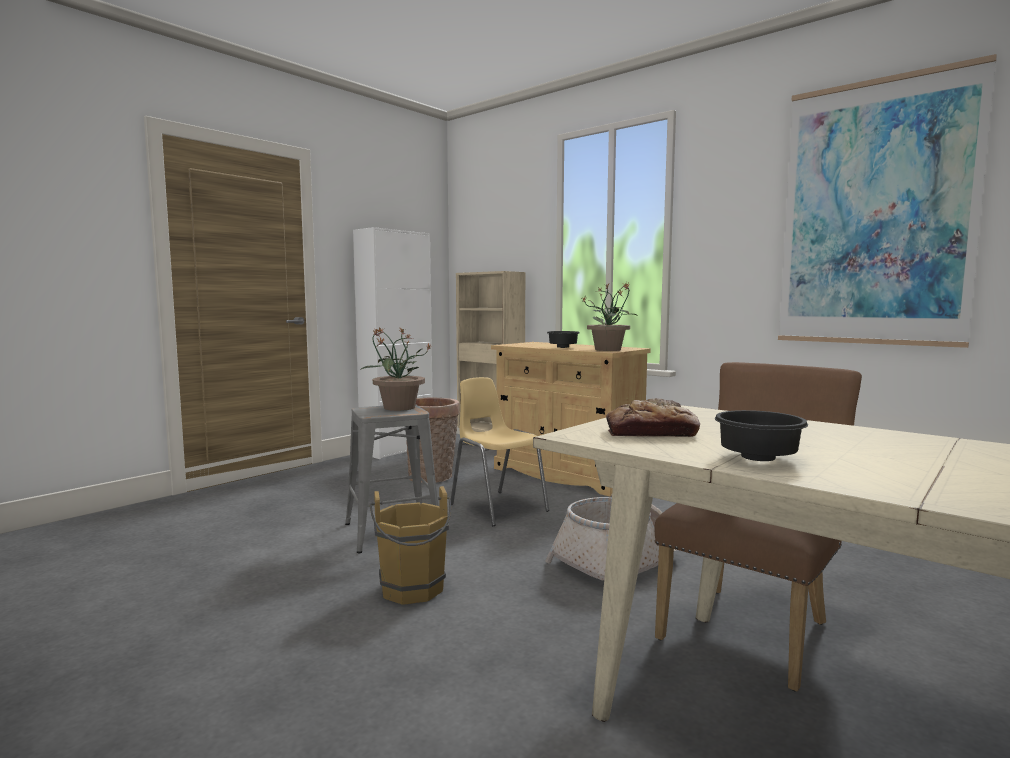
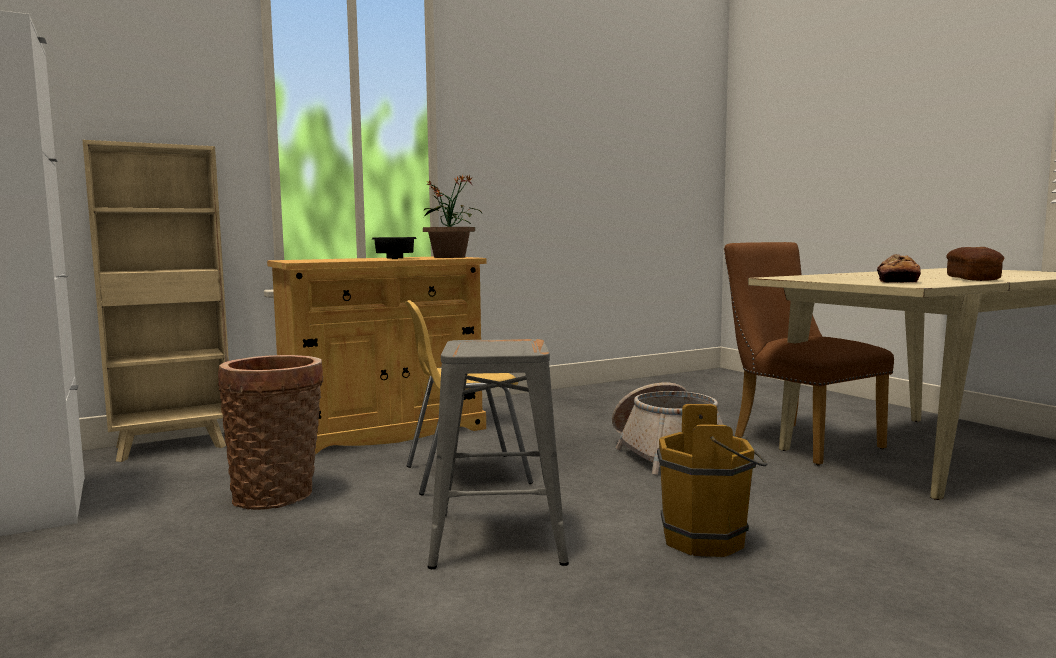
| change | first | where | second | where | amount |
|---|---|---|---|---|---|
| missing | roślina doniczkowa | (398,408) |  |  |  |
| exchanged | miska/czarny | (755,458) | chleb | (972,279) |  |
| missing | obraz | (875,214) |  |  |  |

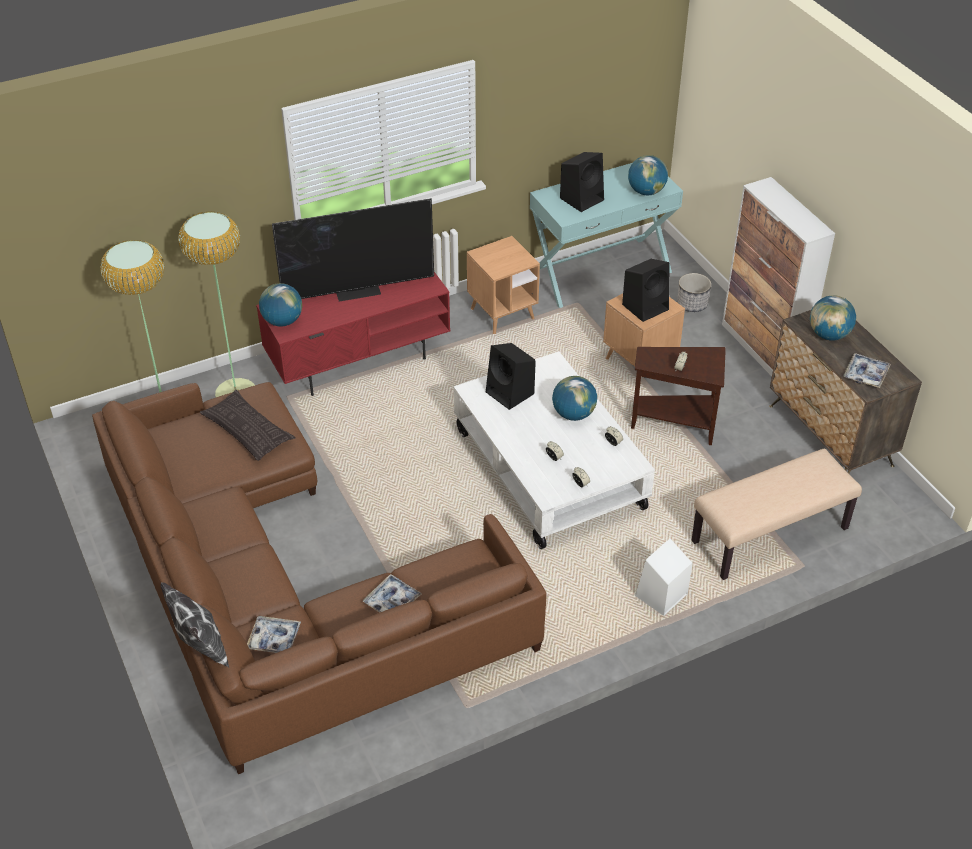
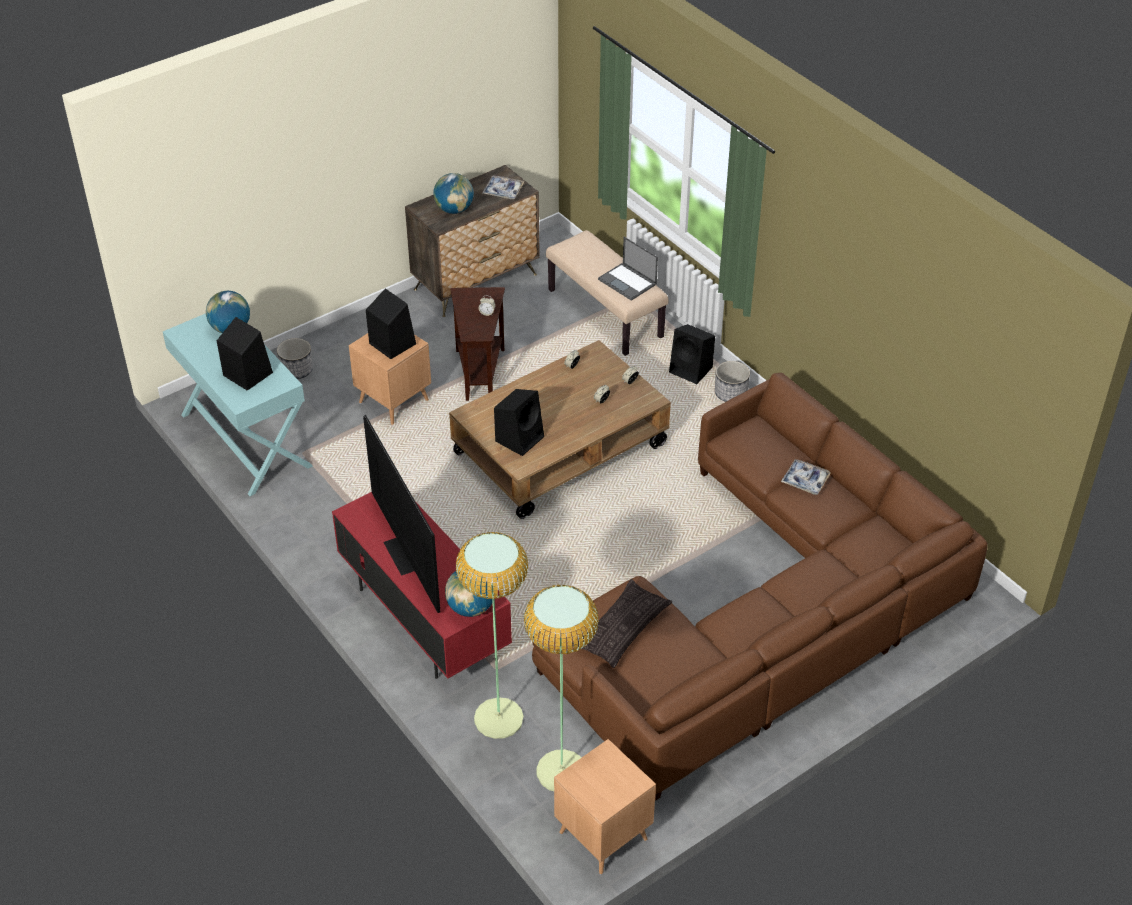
| change | first | where | second | where | amount |
|---|---|---|---|---|---|
| missing | poduszka | (201,649) |  |  |  |
| missing | taca | (274,639) |  |  |  |
| colour | ława/biały | (548,469) | ława/brązowy | (560,450) |  |
| relocated | stolik/brązowy | (502,314) |  | (603,836) |  |
| missing | globus | (573,414) |  |  |  |
| colour | głośnik/biały | (660,596) | głośnik/czarny | (692,370) |  |
| missing | szafka | (762,349) |  |  |  |
| appeared |  |  | laptop | (628,282) |  |
| appeared |  |  | donica | (731,394) |  |

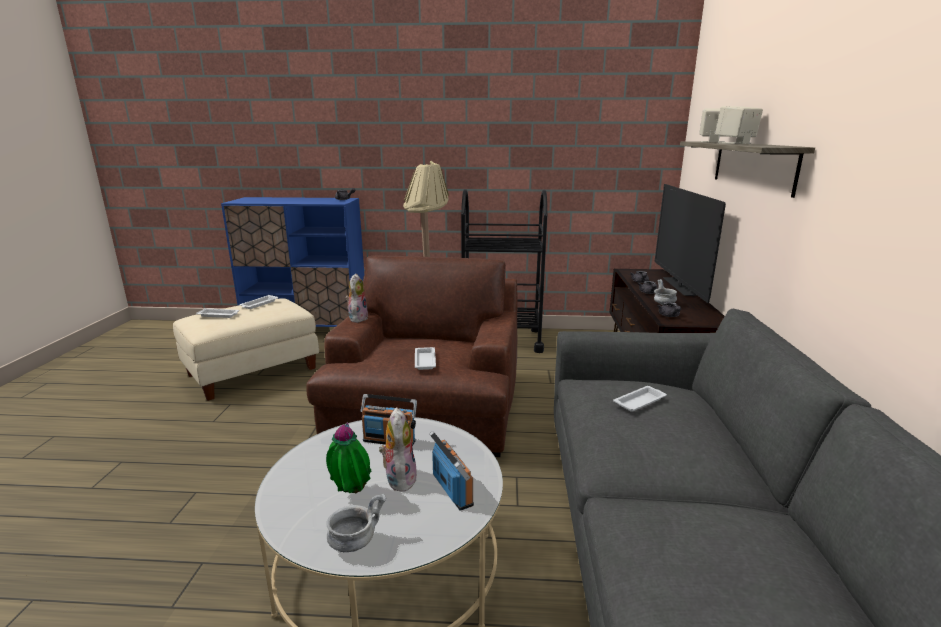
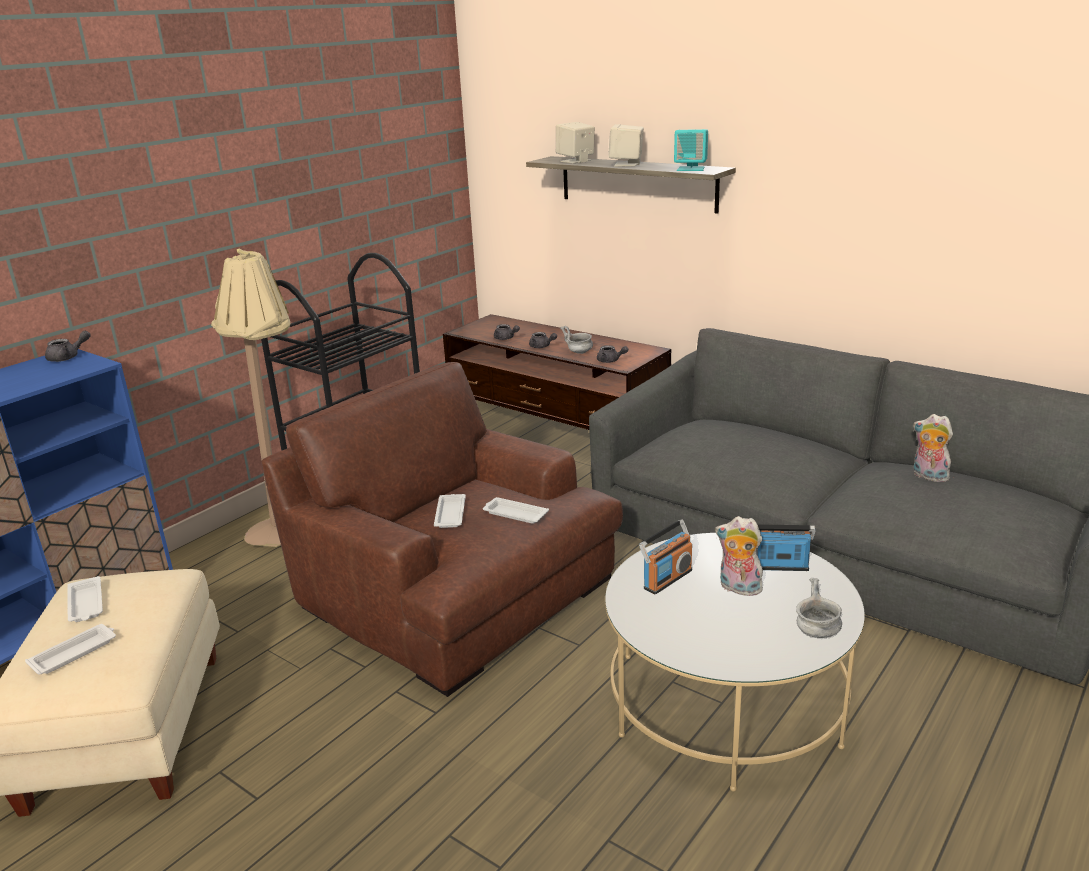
| change | first | where | second | where | amount |
|---|---|---|---|---|---|
| missing | roślina doniczkowa | (351,493) |  |  |  |
| relocated | pluszak | (357,318) |  | (928,476) |  |
| relocated | taca/biały | (640,401) |  | (450,514) |  |
| missing | telewizor | (678,286) |  |  |  |
| appeared |  |  | głośnik/turkusowy | (691,169) |  |

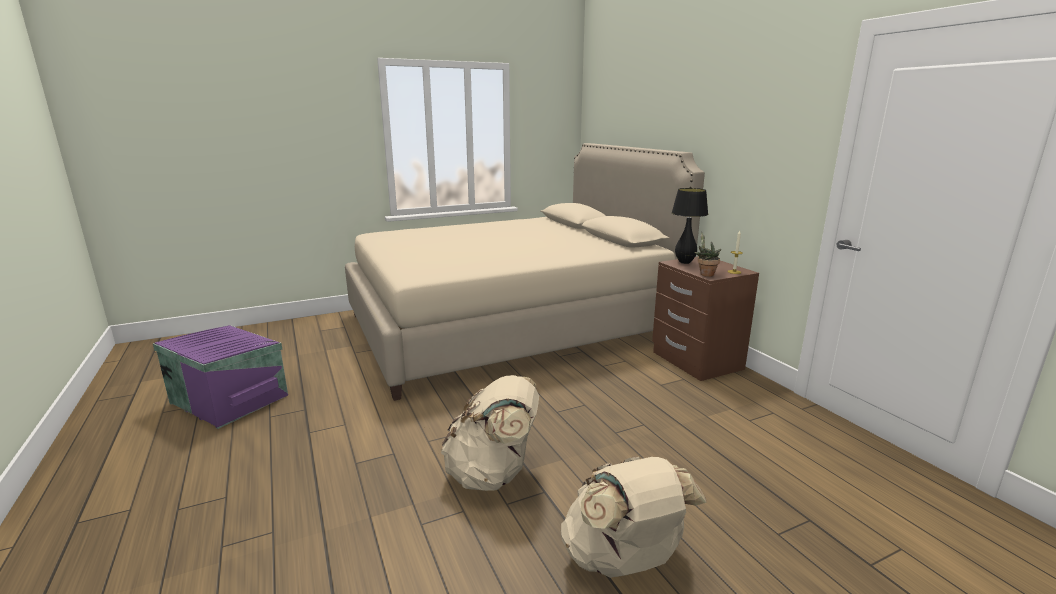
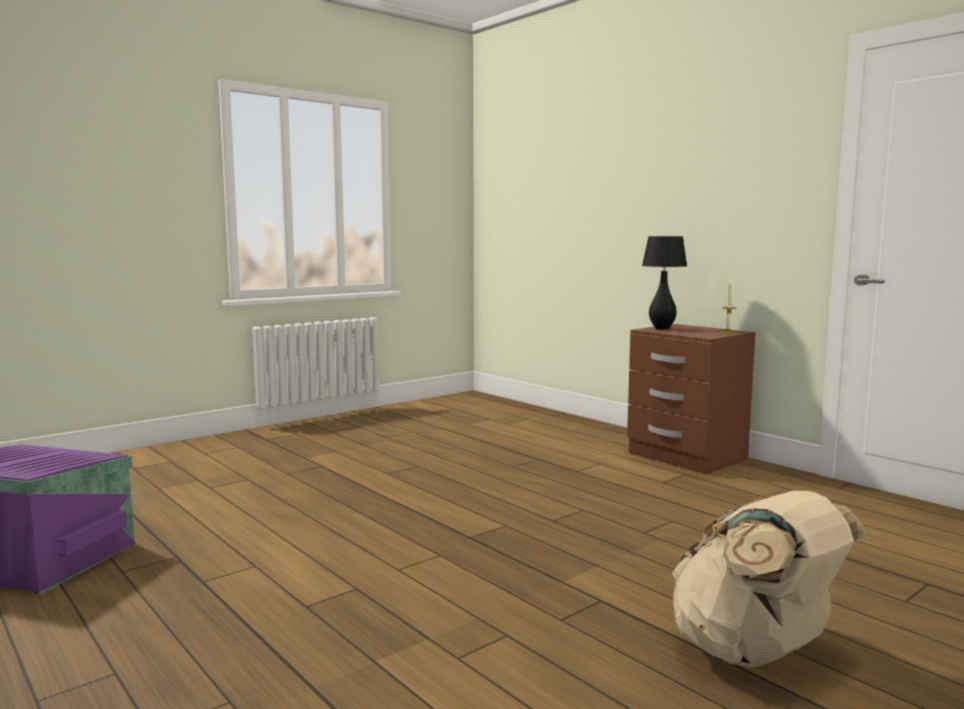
| change | first | where | second | where | amount |
|---|---|---|---|---|---|
| missing | łóżko/beżowy | (509,326) |  |  |  |
| missing | plecak/beżowy | (493,474) |  |  |  |
| missing | roślina doniczkowa | (705,274) |  |  |  |

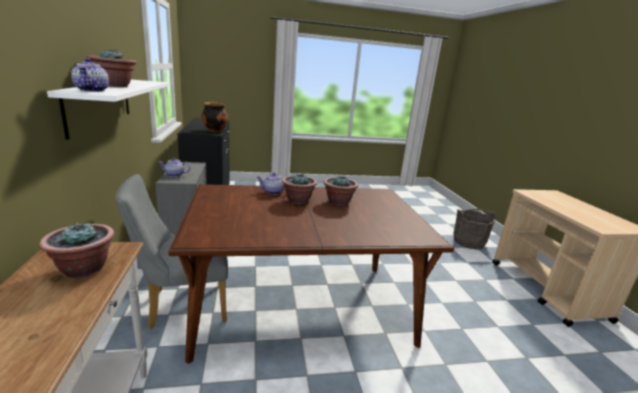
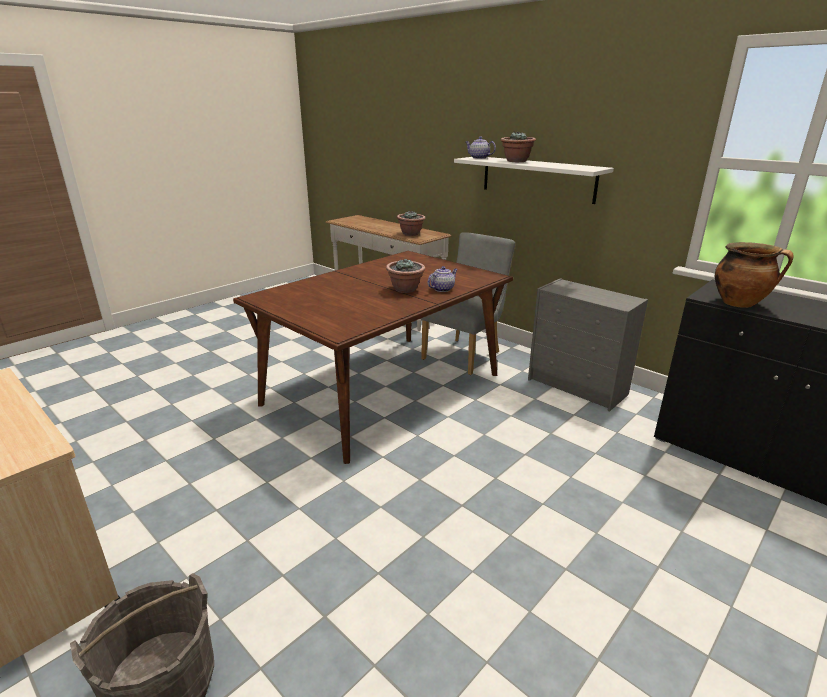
| change | first | where | second | where | amount |
|---|---|---|---|---|---|
| missing | imbryk | (174,175) |  |  |  |
| missing | roślina doniczkowa | (338,202) |  |  |  |

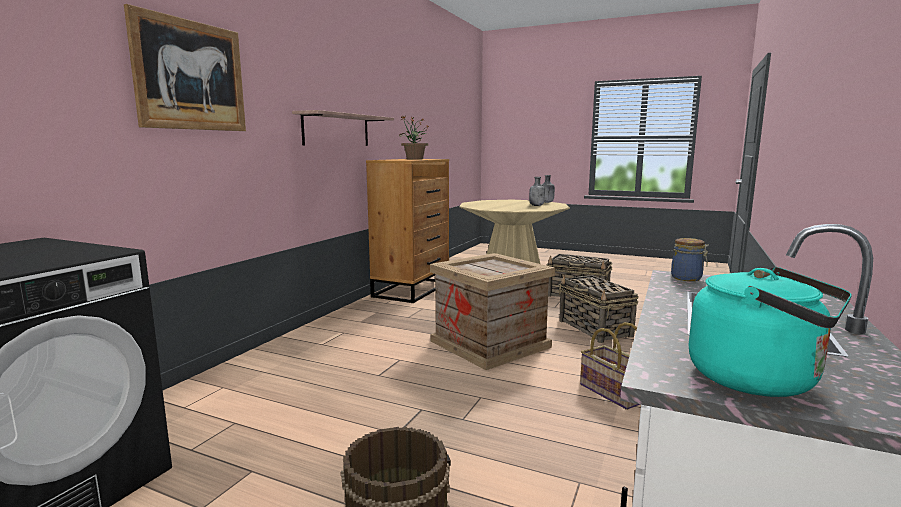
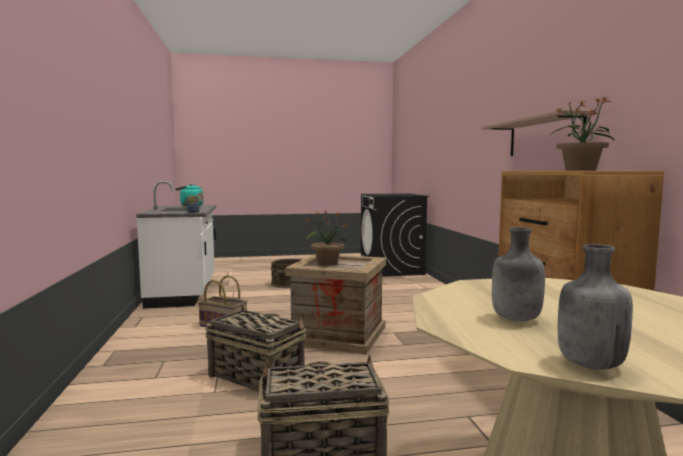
| change | first | where | second | where | amount |
|---|---|---|---|---|---|
| missing | obraz | (191,75) |  |  |  |
| appeared |  |  | roślina doniczkowa | (326,263) |  |

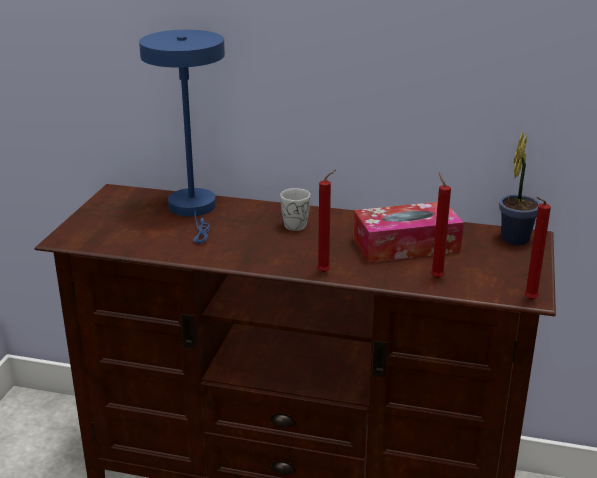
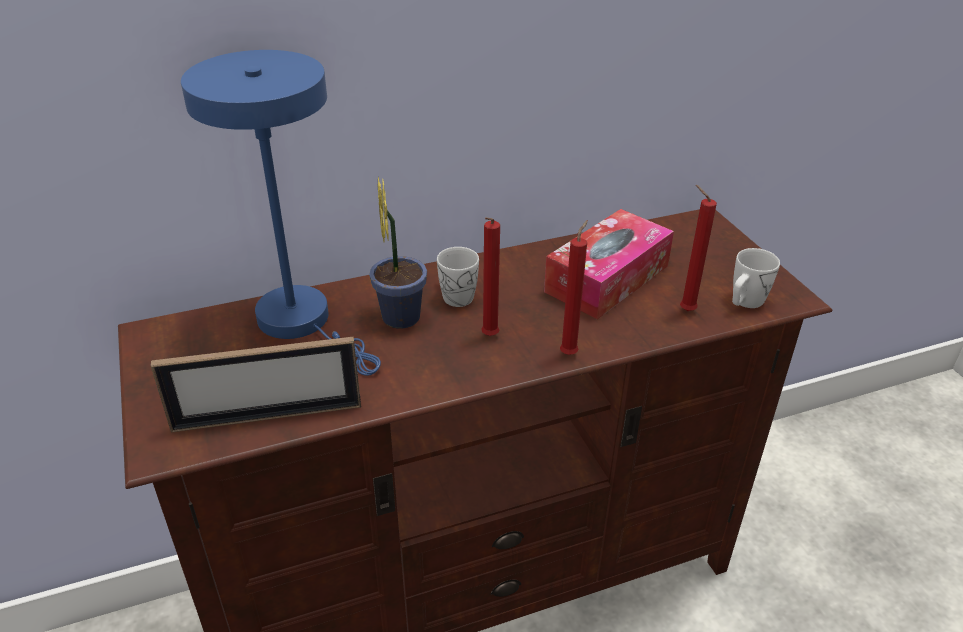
| change | first | where | second | where | amount |
|---|---|---|---|---|---|
| relocated | roślina doniczkowa | (516,237) |  | (400,314) |  |
| relocated | świeca/czerwony | (528,300) |  | (488,337) |  |
| appeared |  |  | ramka na zdjęcie | (267,417) |  |
| appeared |  |  | kubek/biały | (744,302) |  |

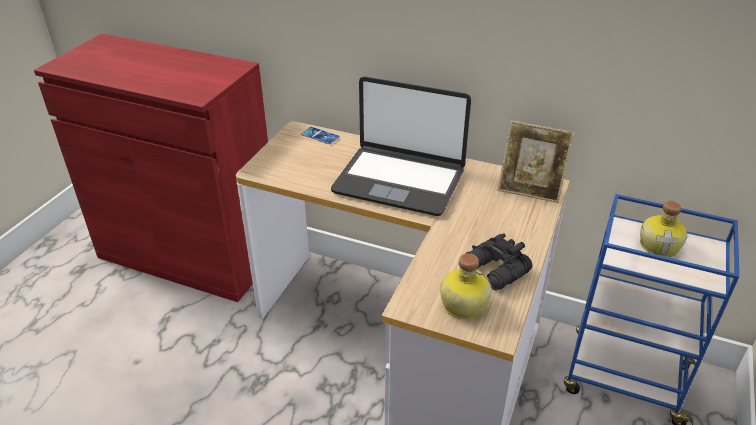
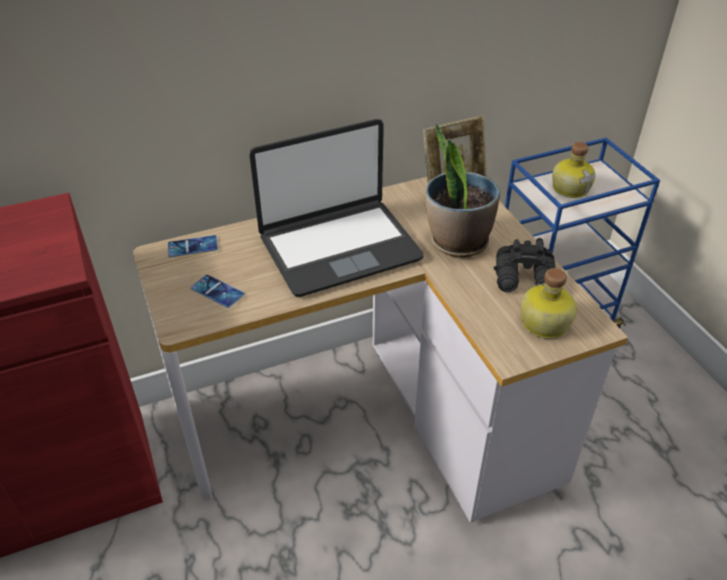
| change | first | where | second | where | amount |
|---|---|---|---|---|---|
| appeared |  |  | telefon | (217,291) |  |
| appeared |  |  | roślina doniczkowa | (457,242) |  |

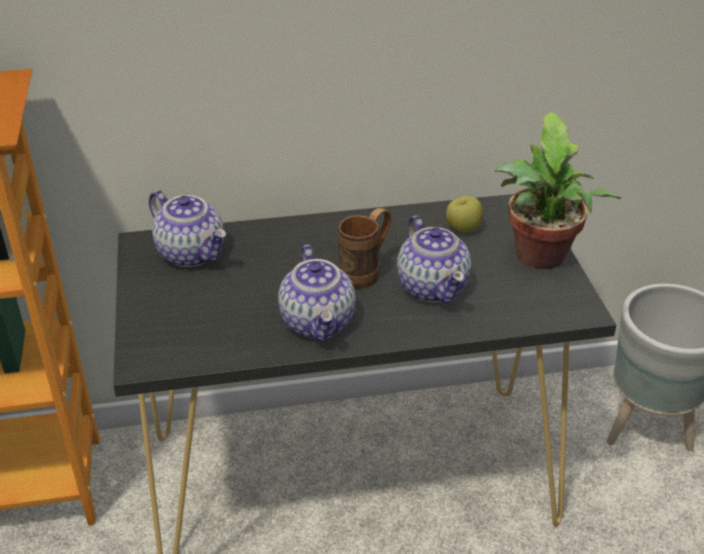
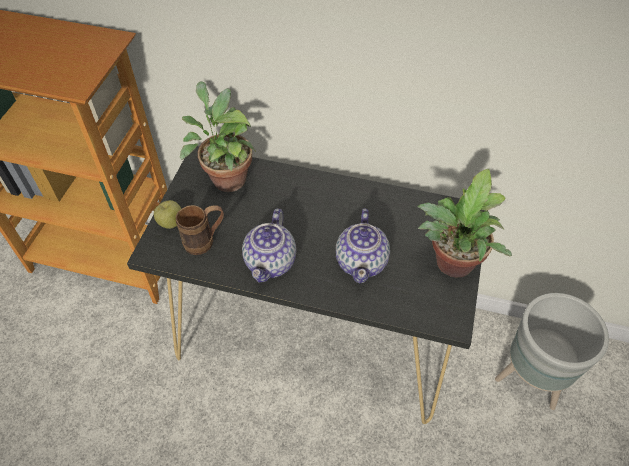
| change | first | where | second | where | amount |
|---|---|---|---|---|---|
| exchanged | imbryk | (192,253) | roślina doniczkowa | (226,177) |  |
| relocated | kubek/brązowy | (366,272) |  | (205,241) |  |
| relocated | jabłko | (463,229) |  | (171,223) |  |

